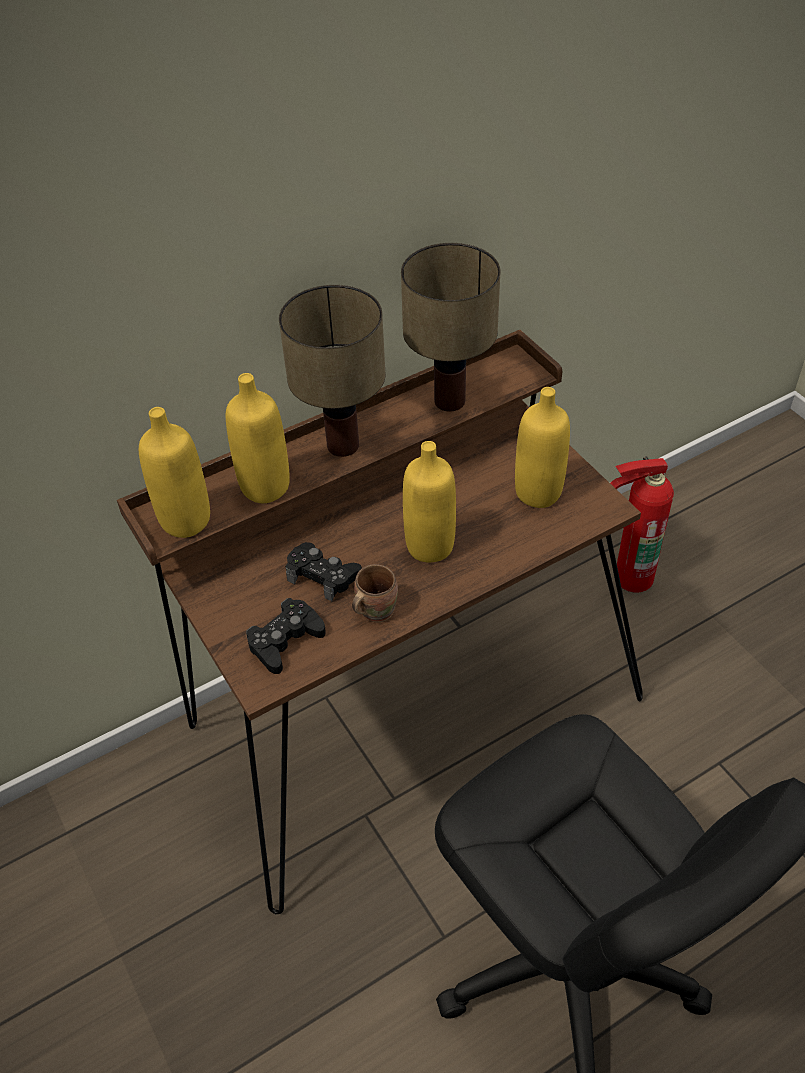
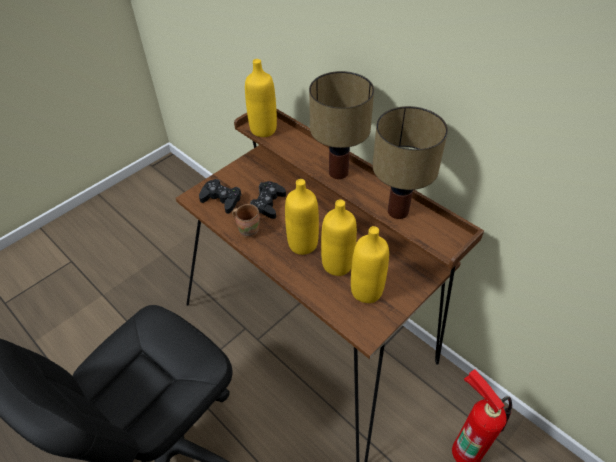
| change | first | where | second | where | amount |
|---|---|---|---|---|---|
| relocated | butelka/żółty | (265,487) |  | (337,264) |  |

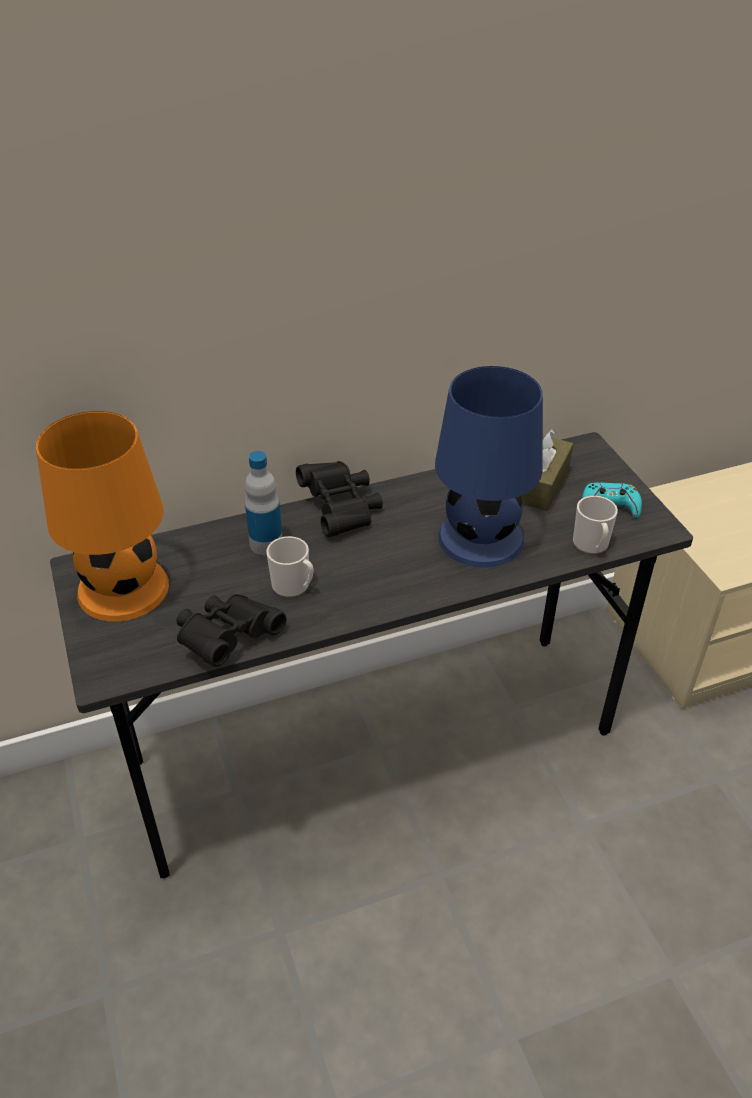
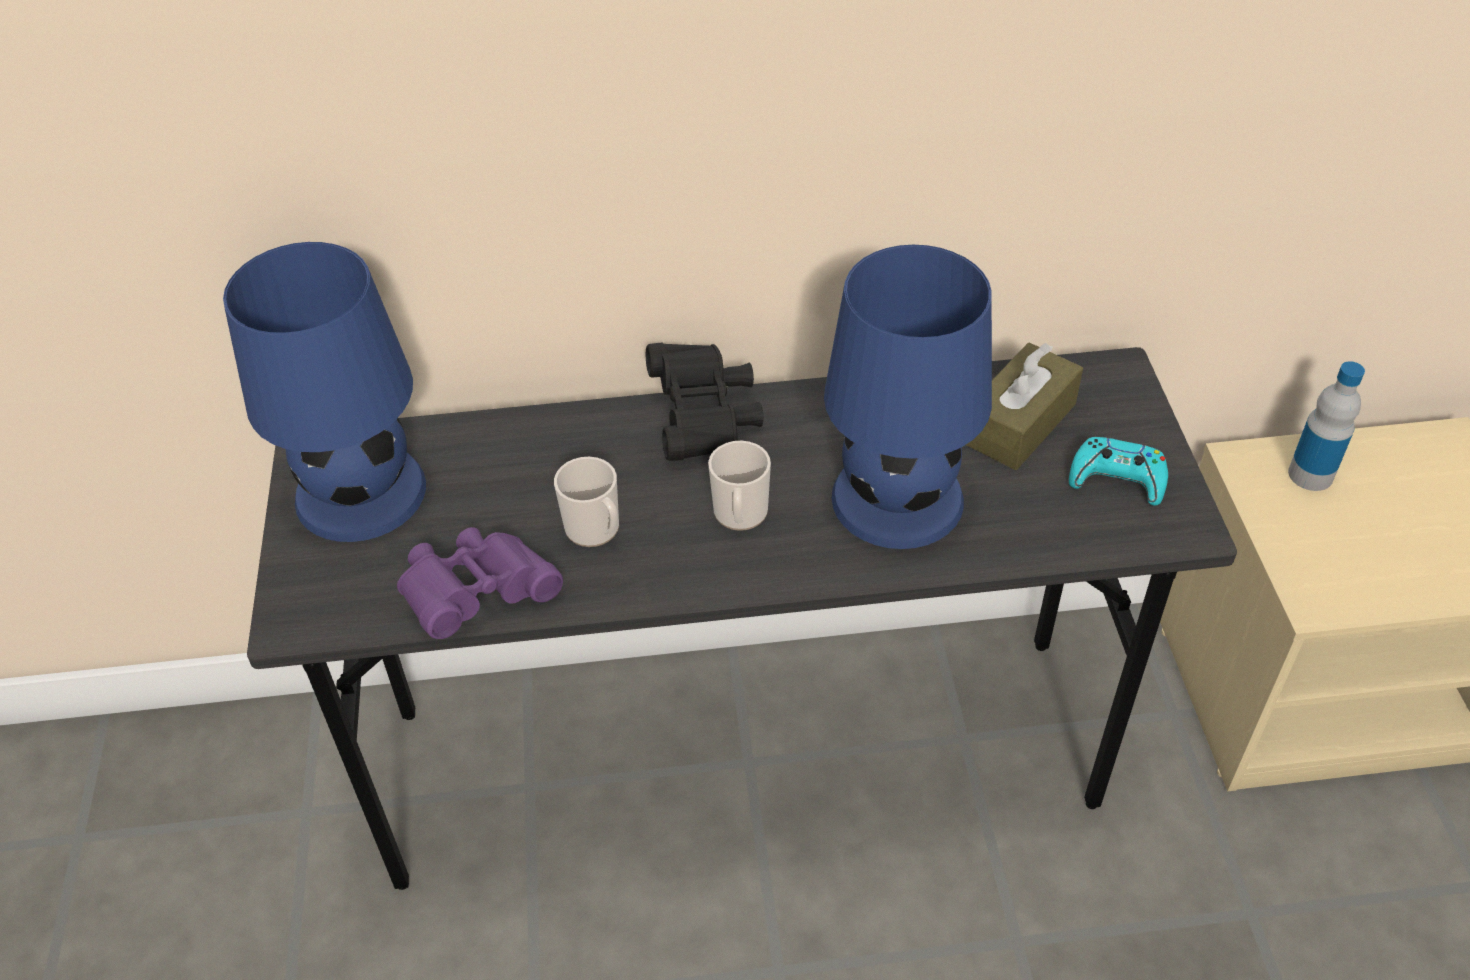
| change | first | where | second | where | amount |
|---|---|---|---|---|---|
| colour | lampa stołowa/pomarańczowy | (124,588) | lampa stołowa/niebieski | (362,492) |  |
| colour | lornetka/czarny | (227,639) | lornetka/fioletowy | (478,596) |  |
| relocated | butelka | (266,544) |  | (1310,474) |  |
| relocated | kubek | (591,545) |  | (740,516) |  |

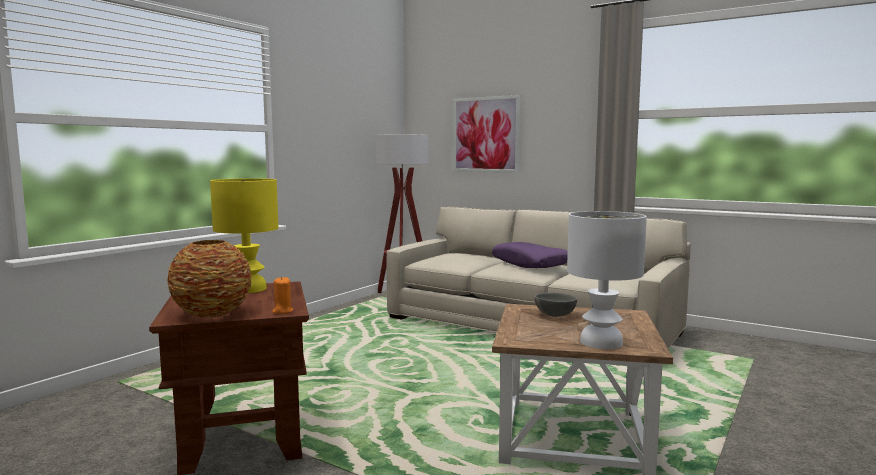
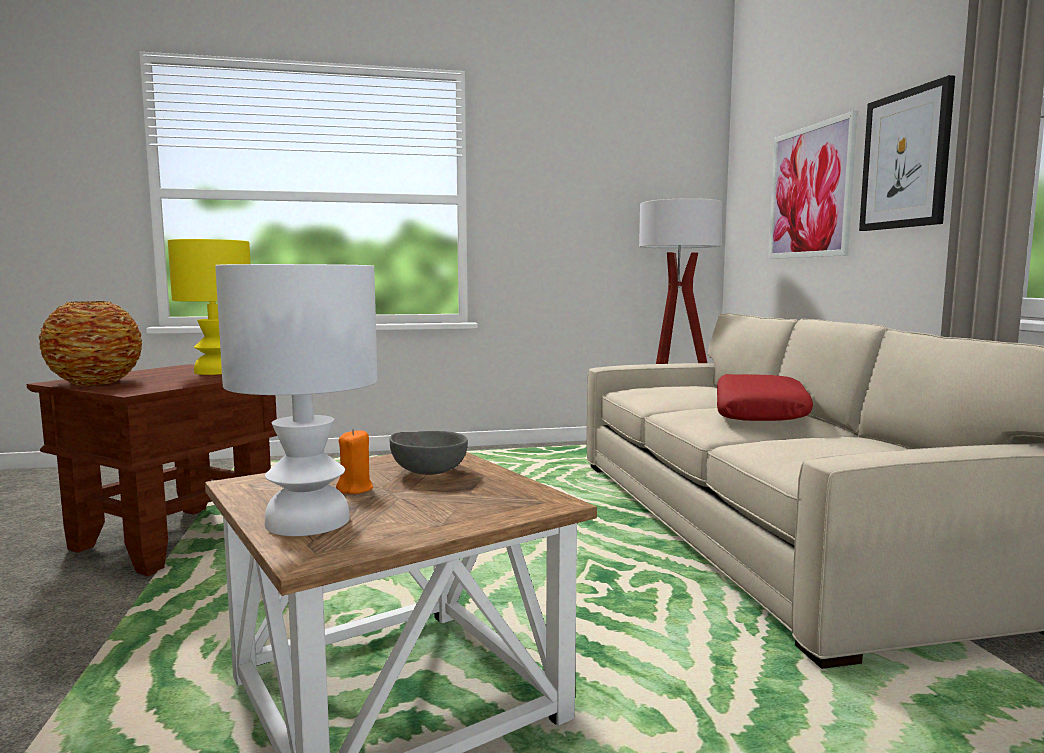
| change | first | where | second | where | amount |
|---|---|---|---|---|---|
| relocated | świeca/pomarańczowy | (282,311) |  | (355,489) |  |
| colour | poduszka/fioletowy | (530,264) | poduszka/czerwony | (761,414) |  |
| appeared |  |  | obraz | (905,160) |  |

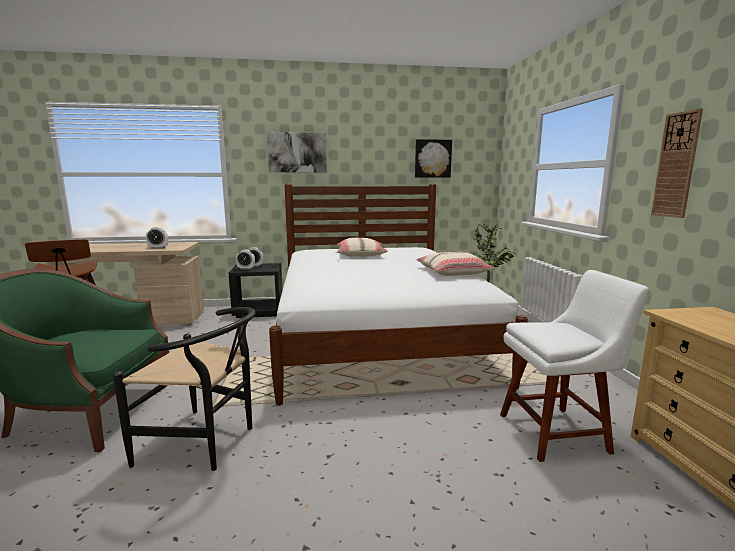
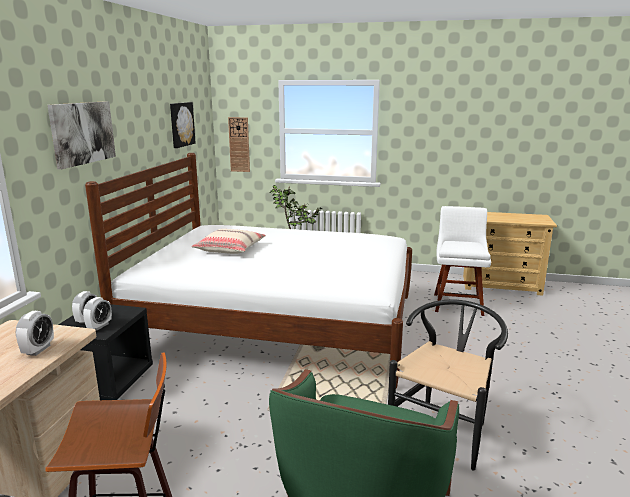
| change | first | where | second | where | amount |
|---|---|---|---|---|---|
| missing | poduszka/beżowy | (453,272) |  |  |  |
| relocated | zegar ścienny | (676,165) |  | (239,144) |  |

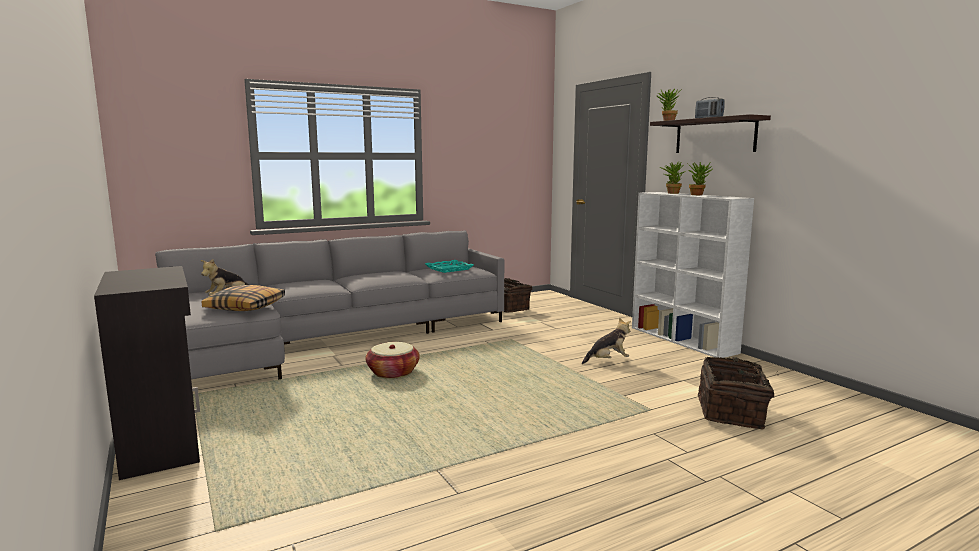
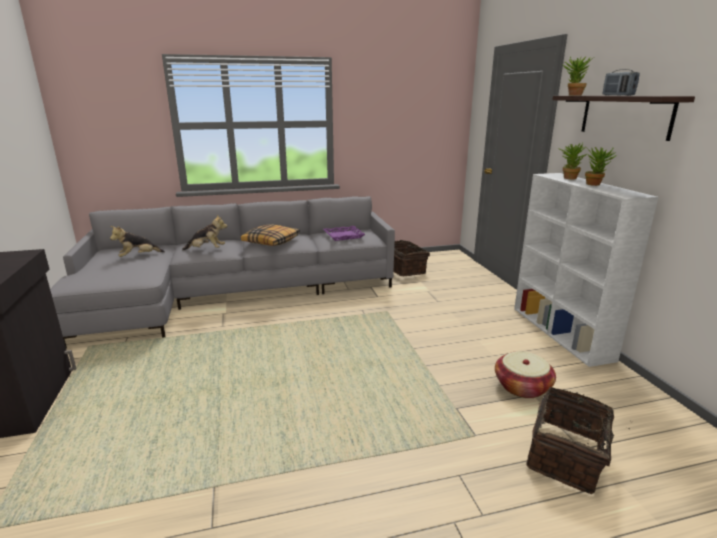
| change | first | where | second | where | amount |
|---|---|---|---|---|---|
| relocated | poduszka | (246,307) |  | (271,242) |  |
| relocated | koszyk | (393,372) |  | (522,387) |  |
| colour | taca/turkusowy | (449,269) | taca/fioletowy | (343,236) |  |
| relocated | pluszak | (608,361) |  | (207,250) |  |

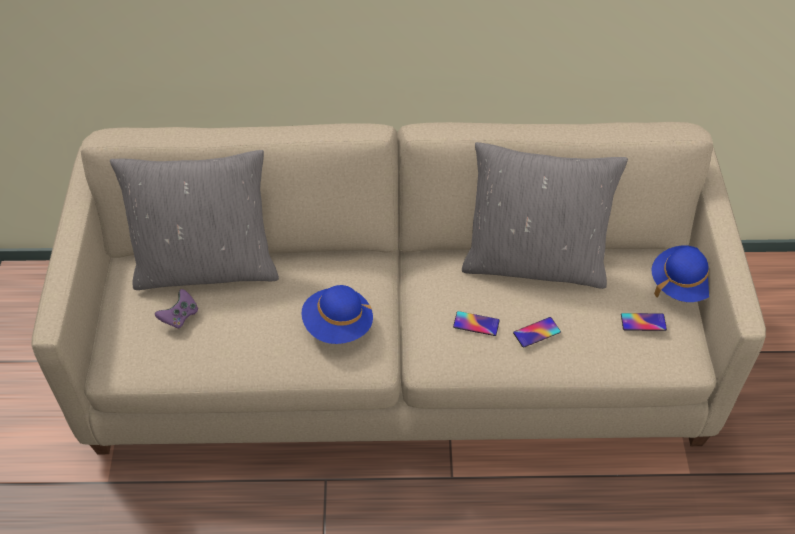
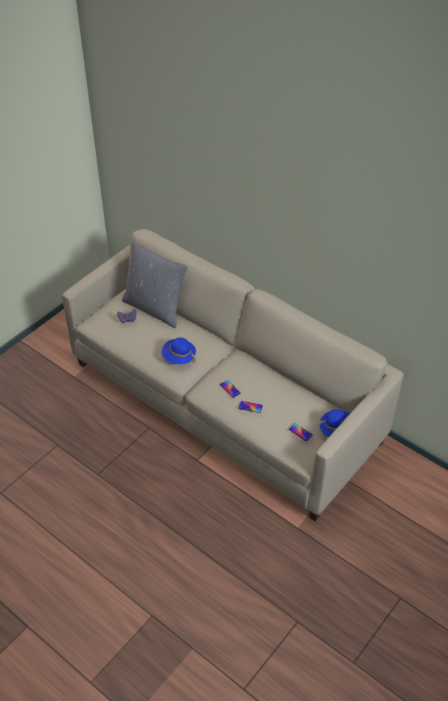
| change | first | where | second | where | amount |
|---|---|---|---|---|---|
| missing | poduszka/szary | (534,261) |  |  |  |

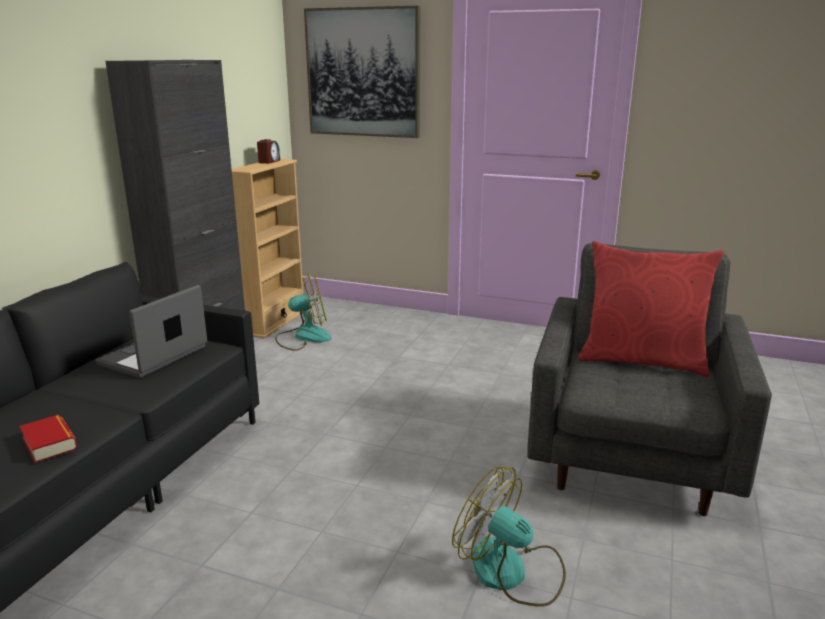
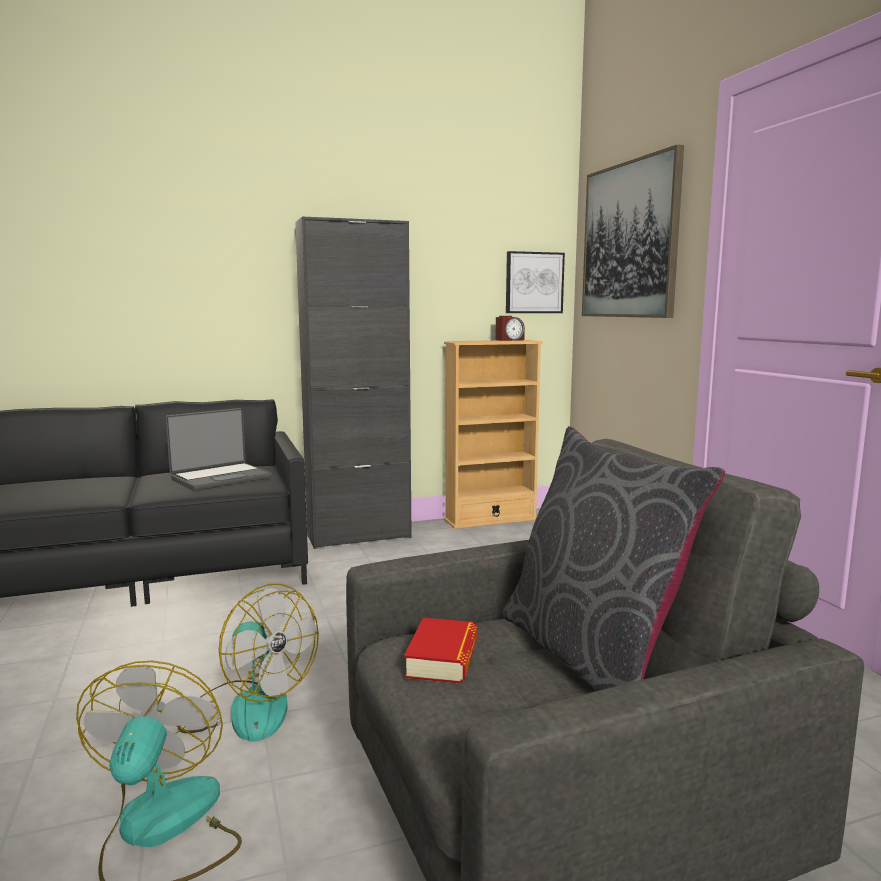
| change | first | where | second | where | amount |
|---|---|---|---|---|---|
| relocated | książka | (49,443) |  | (442,659) |  |
| spun | laptop | (155,356) |  | (220,478) | 150 degrees clockwise |
| relocated | wentylator | (303,337) |  | (247,708) |  |
| colour | poduszka/czerwony | (641,360) | poduszka/szary | (590,657) |  |
| appeared |  |  | obraz | (534,283) |  |

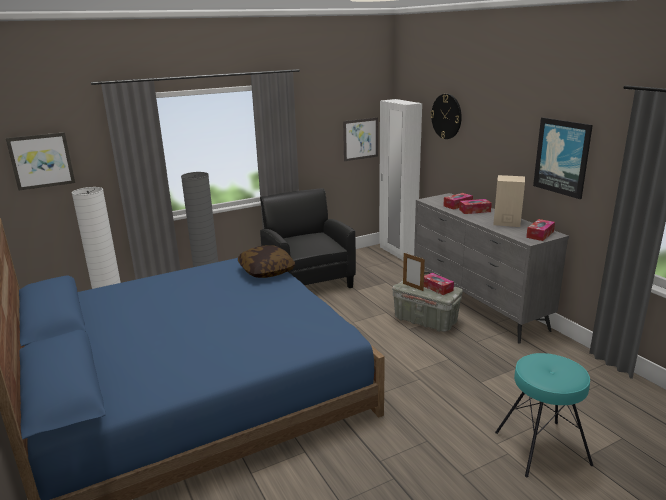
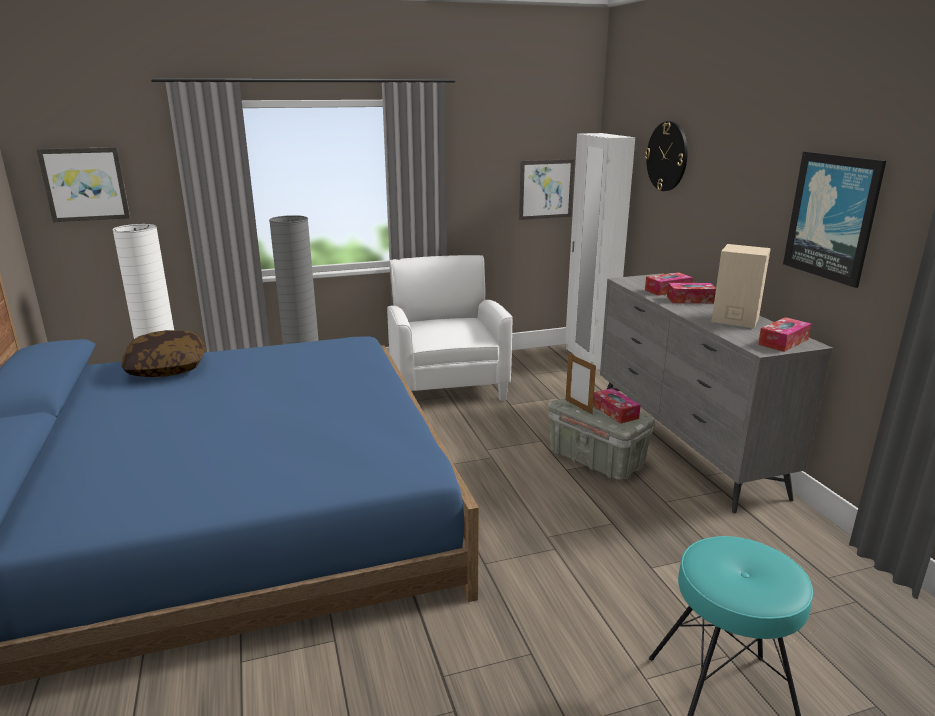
| change | first | where | second | where | amount |
|---|---|---|---|---|---|
| relocated | poduszka | (266,271) |  | (167,368) |  |
| colour | fotel/czarny | (308,280) | fotel/biały | (447,384) |  |

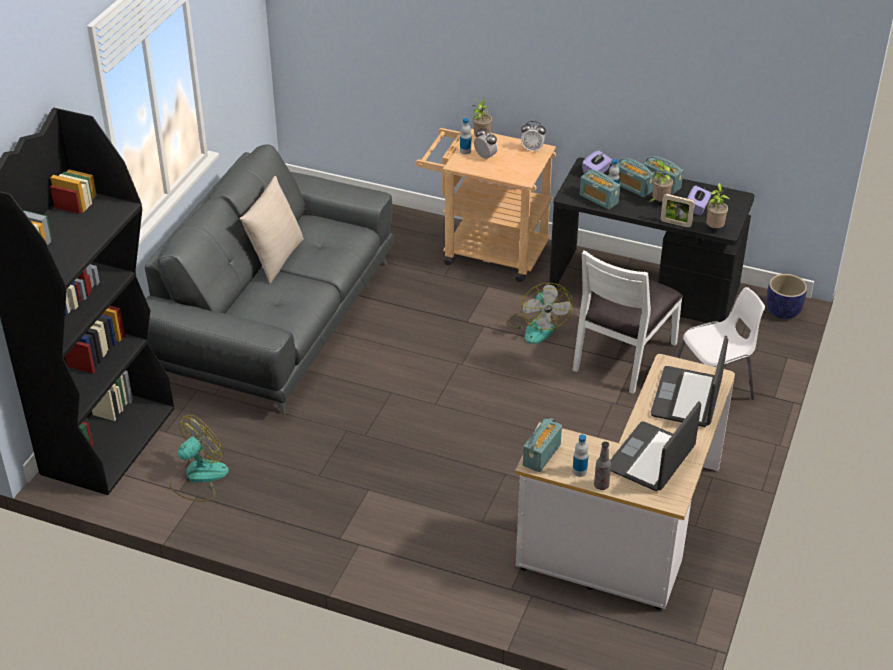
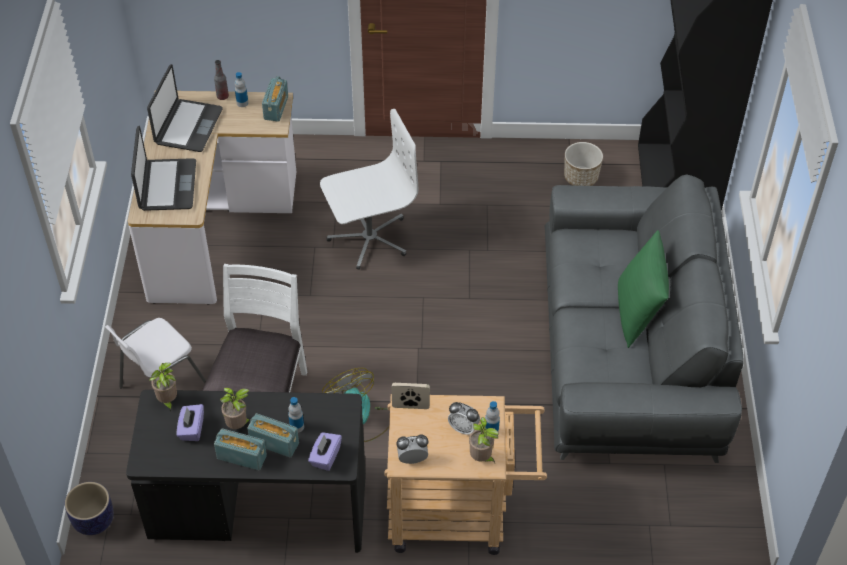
| change | first | where | second | where | amount |
|---|---|---|---|---|---|
| exchanged | wentylator | (198,477) | donica | (581,177) |  |
| colour | poduszka/beżowy | (275,258) | poduszka/zielony | (637,313) |  |
| missing | radio | (598,199) |  |  |  |
| relocated | ramka na zdjęcie | (675,223) |  | (410,406) |  |
| appeared |  |  | krzesło biurowe/biały | (369,238) |  |

